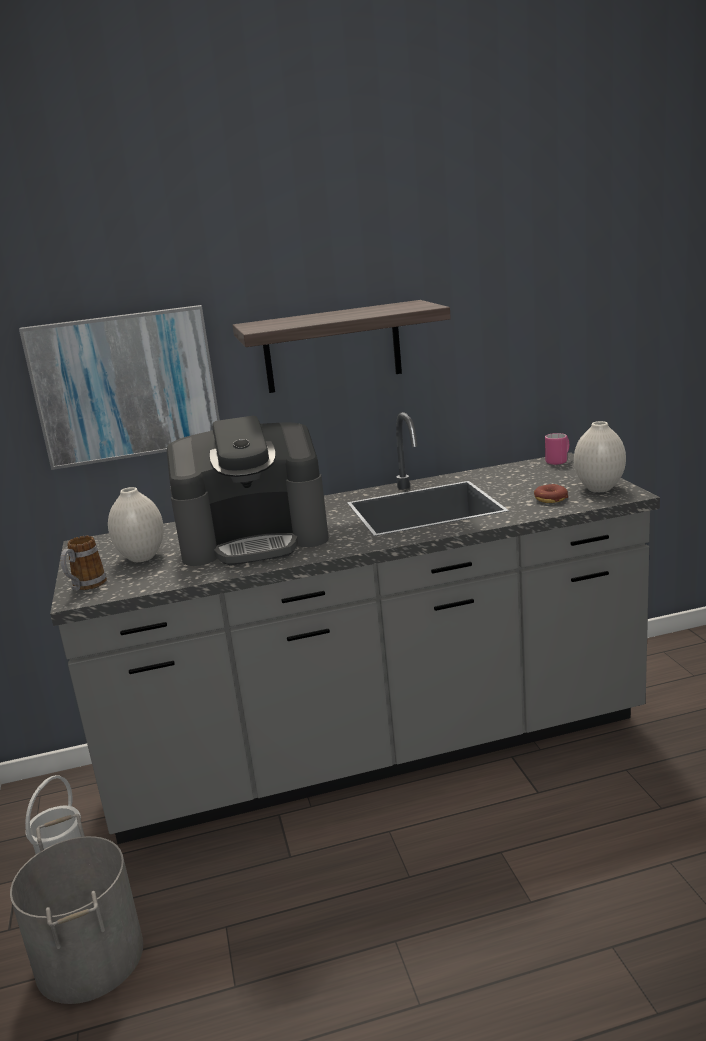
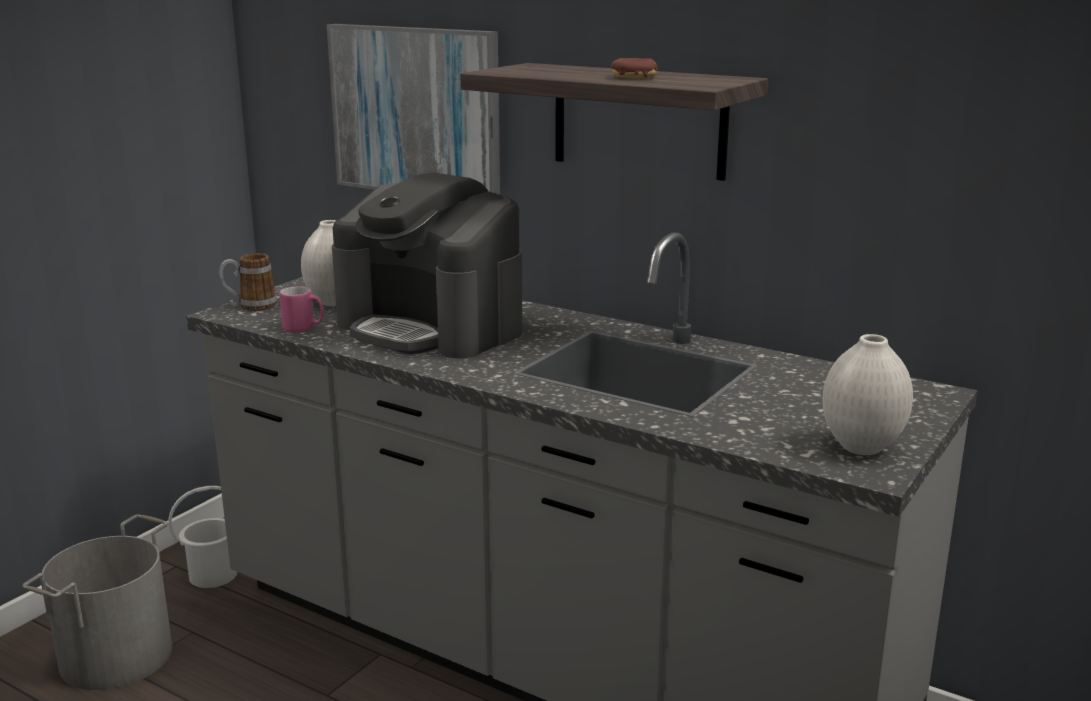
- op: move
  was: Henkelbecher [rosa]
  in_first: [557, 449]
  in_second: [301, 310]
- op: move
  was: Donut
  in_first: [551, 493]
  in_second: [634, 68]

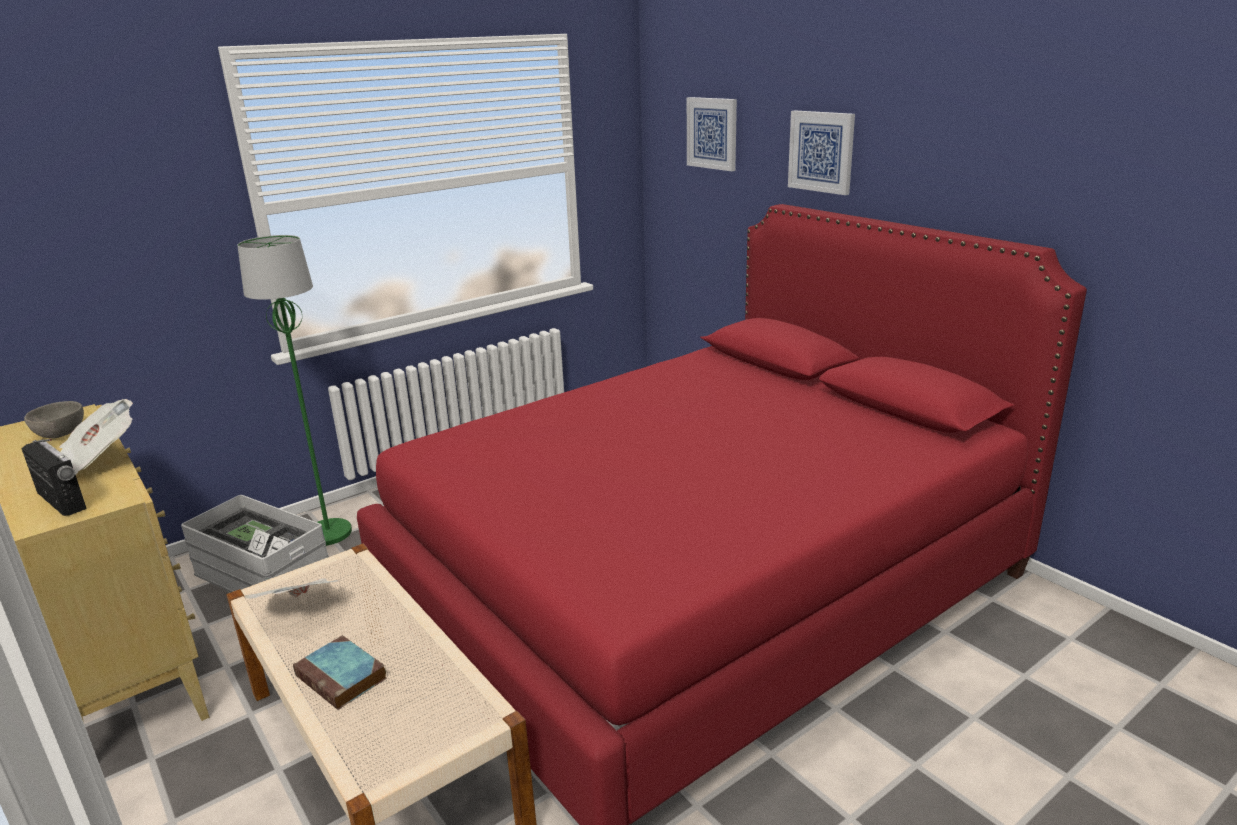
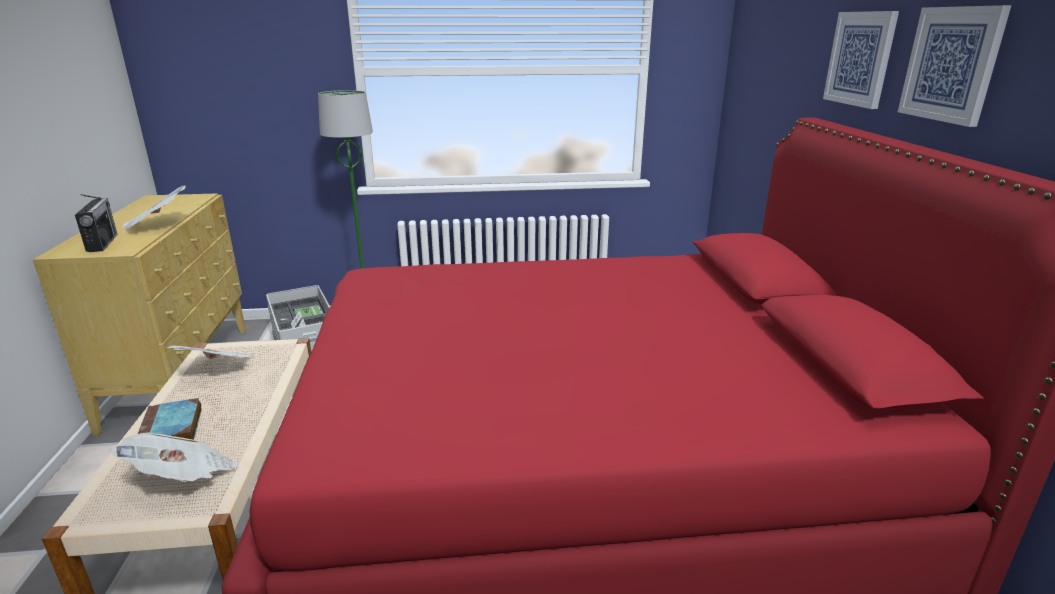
- op: insert
  now: Zeitung
  in_second: [174, 457]
- op: move
  was: Bild
  in_first: [712, 134]
  in_second: [955, 66]
- op: delete
  was: Schüssel [grau]
  in_first: [54, 420]

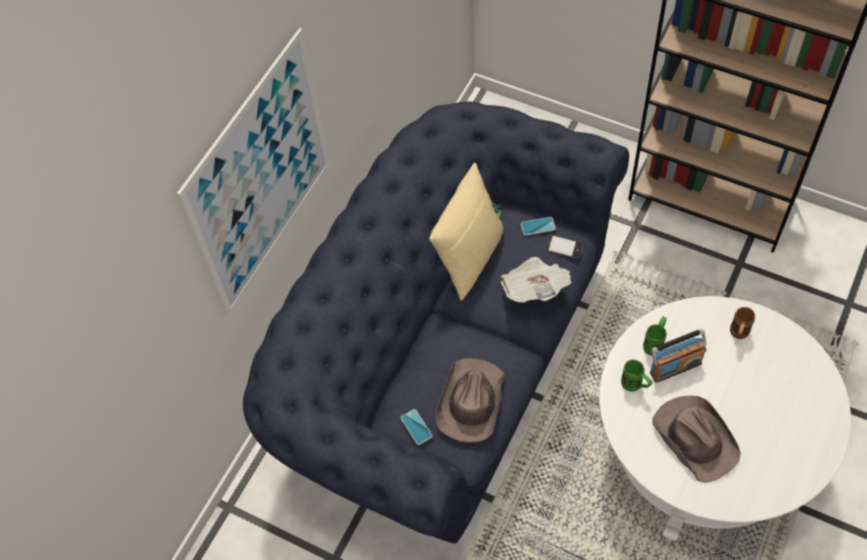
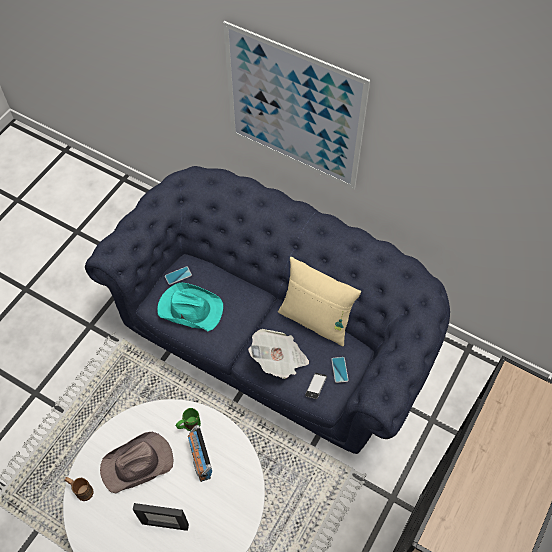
- op: move
  was: Henkelbecher [braun]
  in_first: [742, 323]
  in_second: [79, 489]
- op: insert
  now: Bilderrahmen
  in_second: [161, 517]
- op: recolor
  was: Hut [braun]
  now: Hut [türkis]
  in_first: [470, 400]
  in_second: [190, 307]
- op: delete
  was: Henkelbecher [grün]
  in_first: [655, 336]

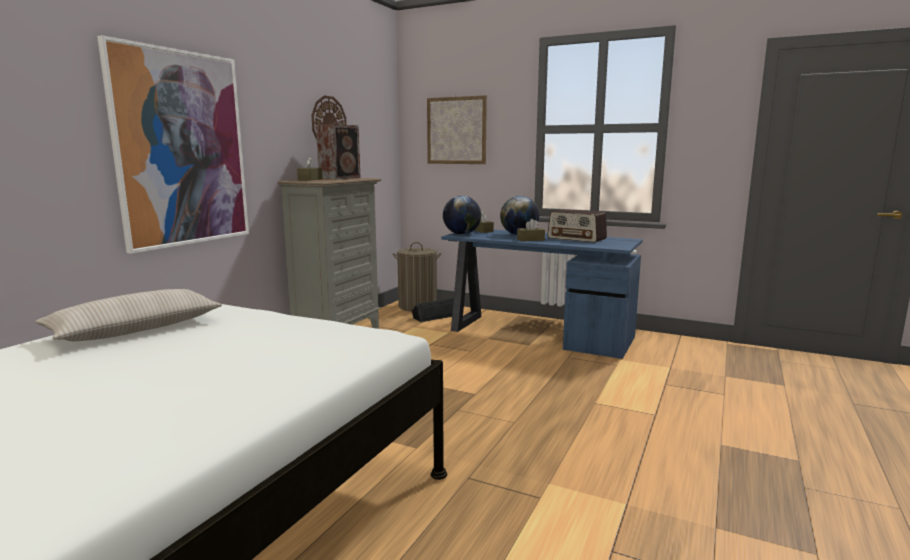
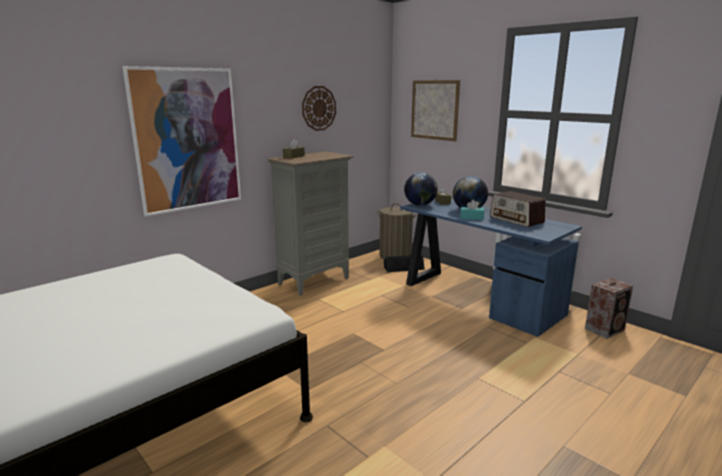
- op: recolor
  was: Taschentuchbox [braun]
  now: Taschentuchbox [türkis]
  in_first: [531, 230]
  in_second: [472, 210]
- op: move
  was: Lautsprecher
  in_first: [338, 150]
  in_second: [609, 308]
- op: delete
  was: Kissen [beige]
  in_first: [128, 315]

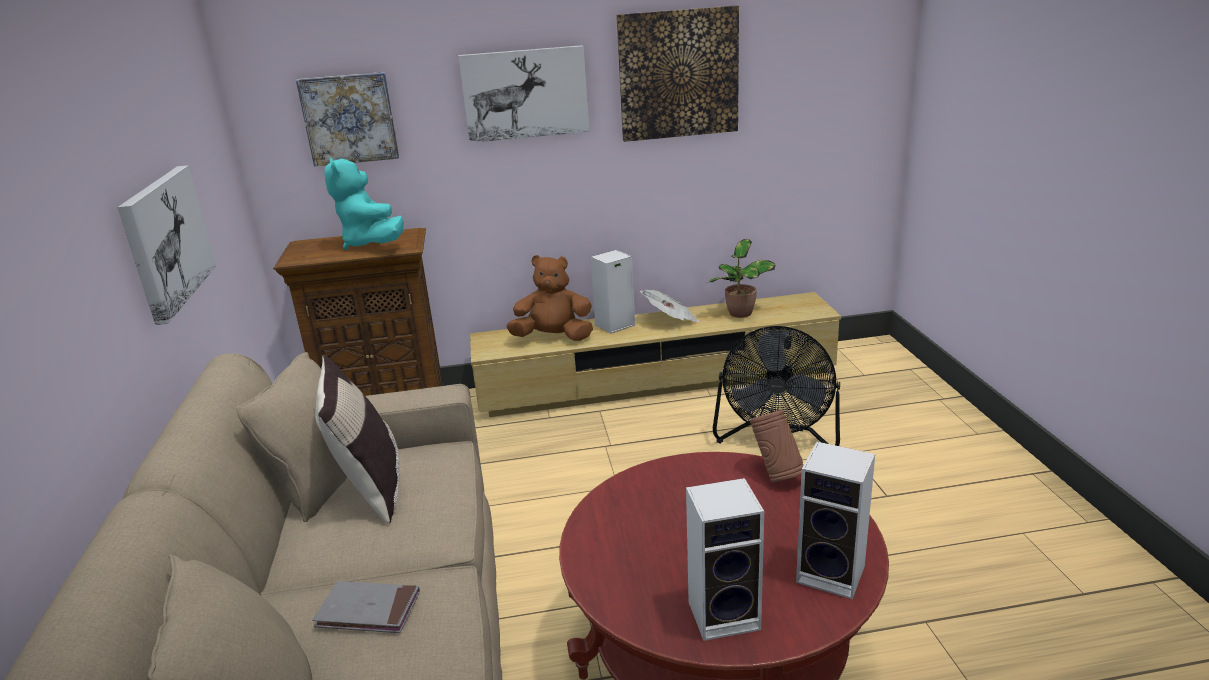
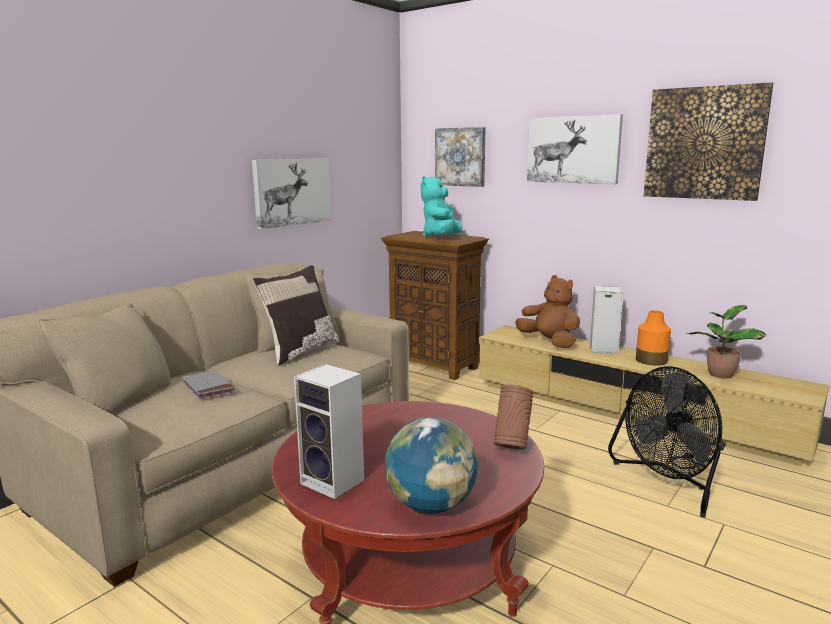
- op: replace
  was: Lautsprecher
  now: Globus
  in_first: [835, 520]
  in_second: [431, 465]
- op: replace
  was: Zeitung
  now: Vase [orange]
  in_first: [670, 306]
  in_second: [653, 338]

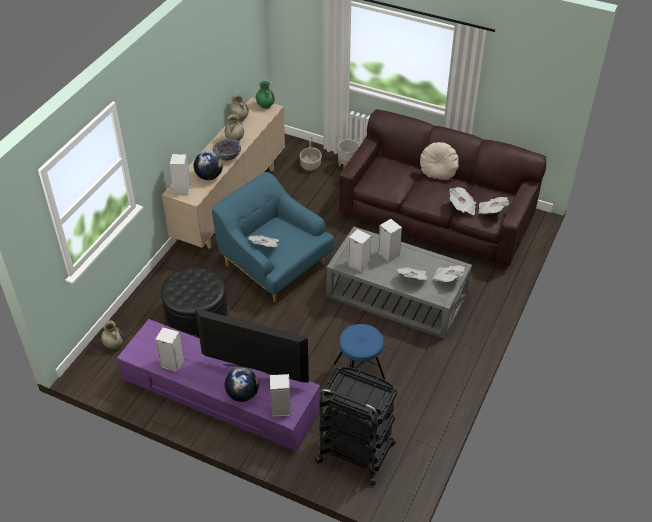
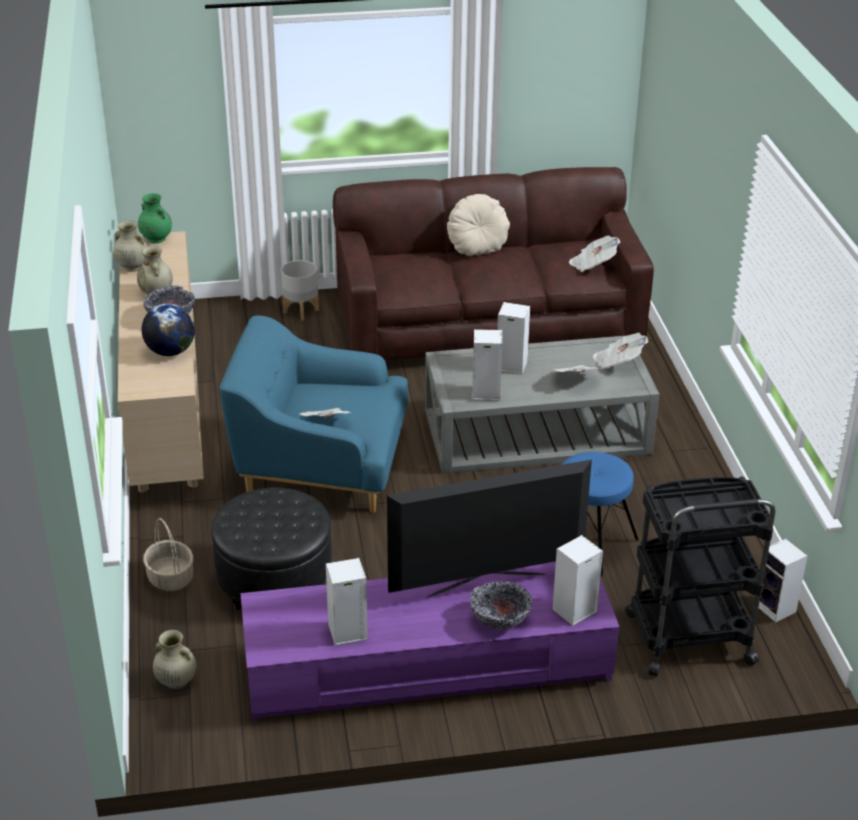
- op: move
  was: Korb
  in_first: [311, 154]
  in_second: [168, 554]
- op: replace
  was: Globus
  now: Schüssel
  in_first: [242, 384]
  in_second: [501, 605]
- op: move
  was: Lautsprecher
  in_first: [180, 174]
  in_second: [783, 581]
- op: delete
  was: Zeitung
  in_first: [462, 201]

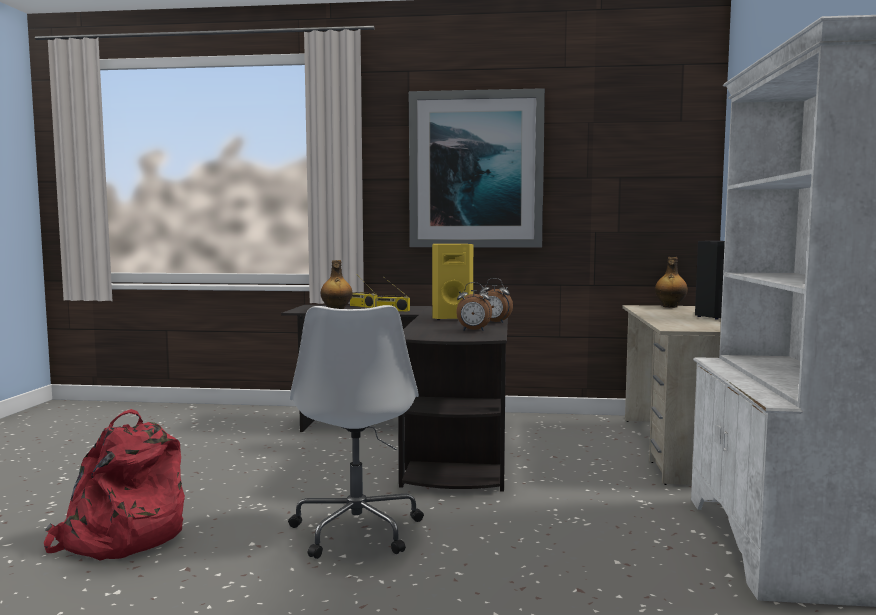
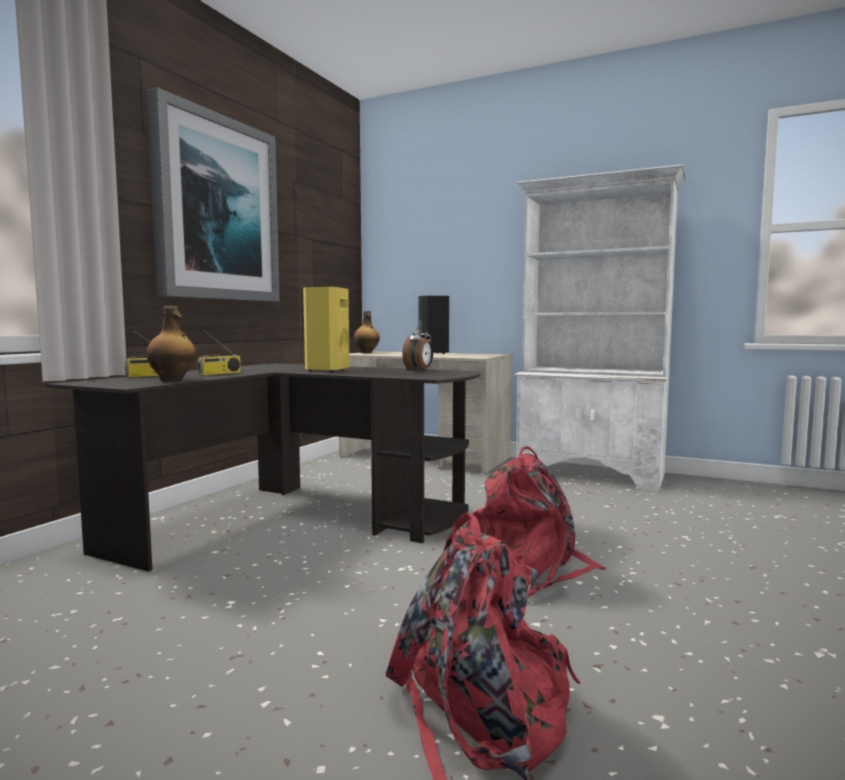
- op: replace
  was: Bürostuhl [weiß]
  now: Rucksack [rot]
  in_first: [356, 432]
  in_second: [536, 522]
- op: delete
  was: Wecker
  in_first: [496, 300]

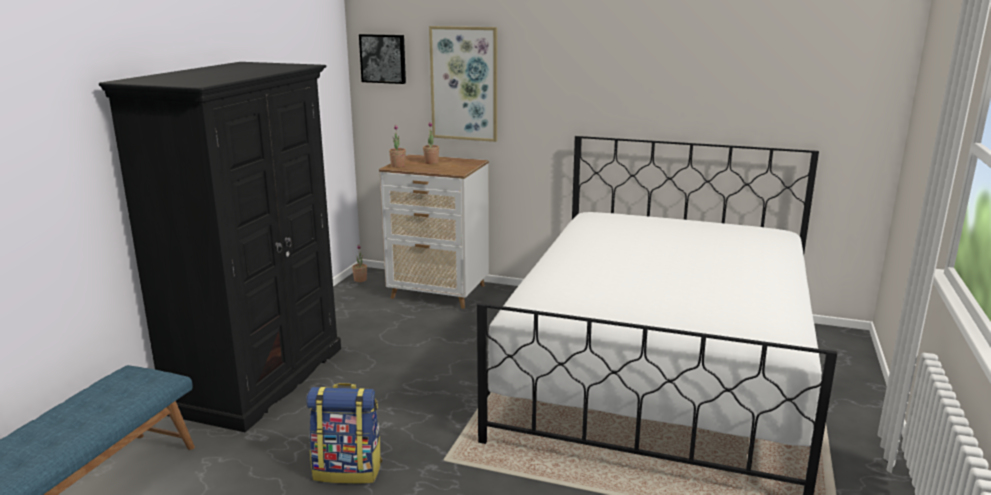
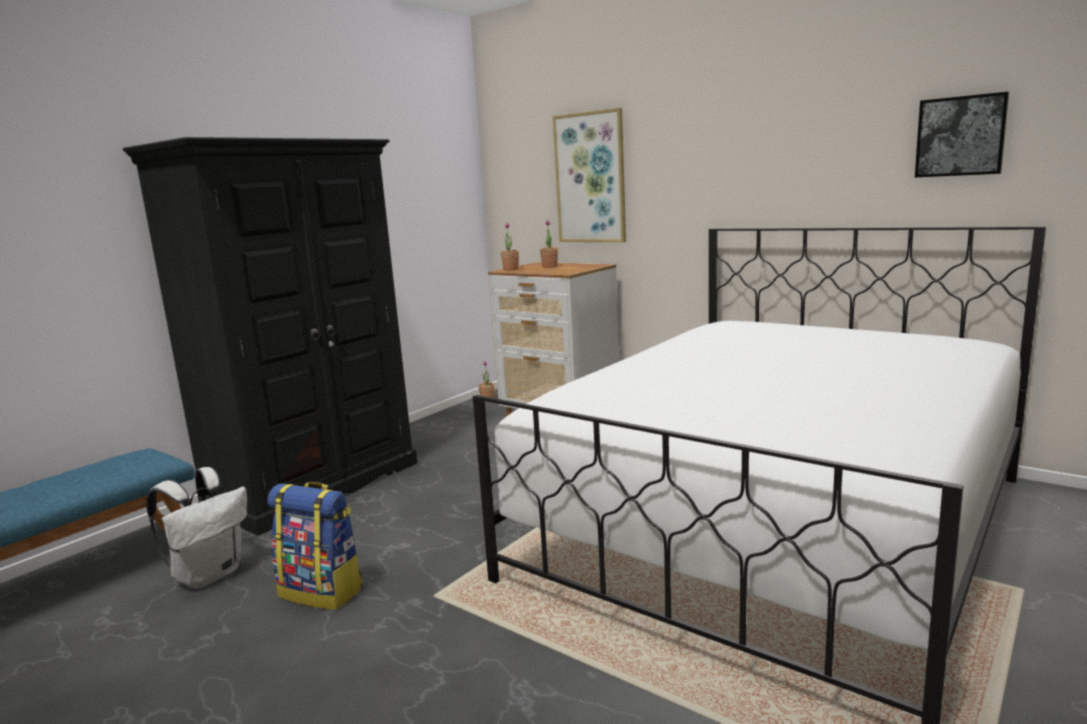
- op: insert
  now: Rucksack [weiß]
  in_second: [196, 528]
- op: move
  was: Bild
  in_first: [382, 59]
  in_second: [962, 134]

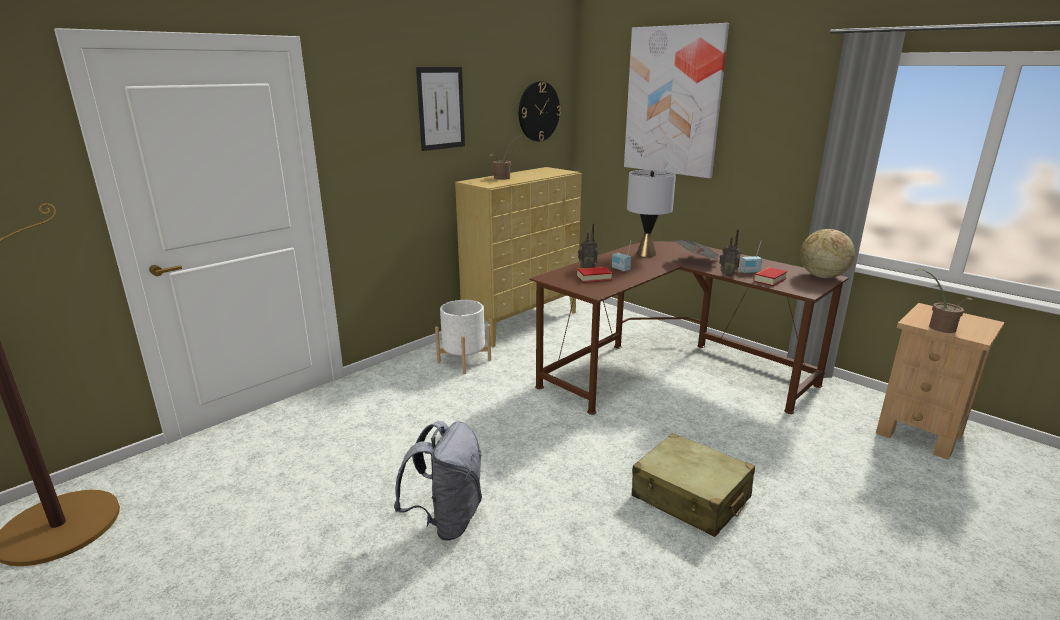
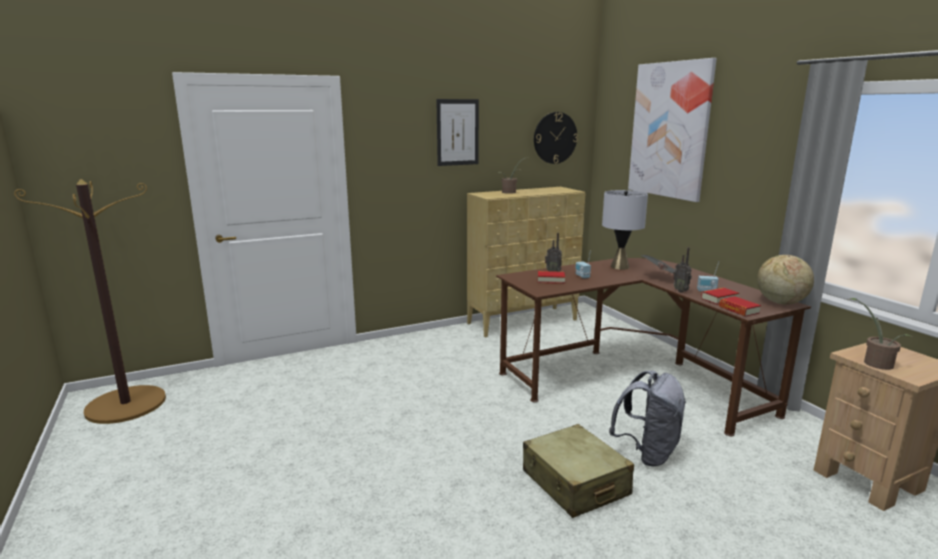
- op: move
  was: Rucksack [grau]
  in_first: [438, 481]
  in_second: [647, 418]
- op: insert
  now: Buch
  in_second: [740, 306]
- op: delete
  was: Pflanzkübel [weiß]
  in_first: [463, 337]

